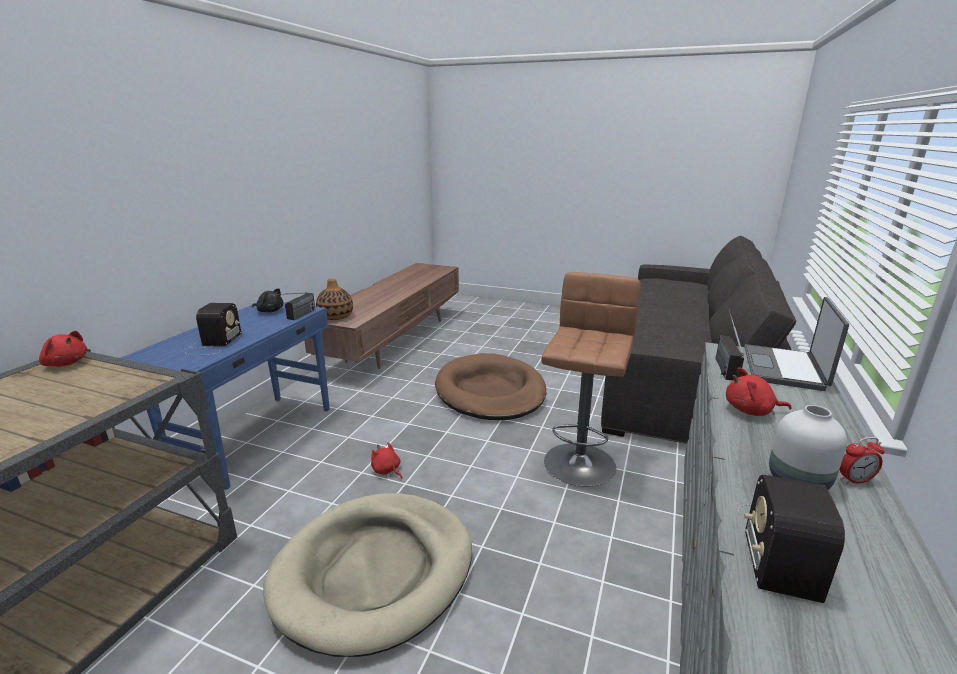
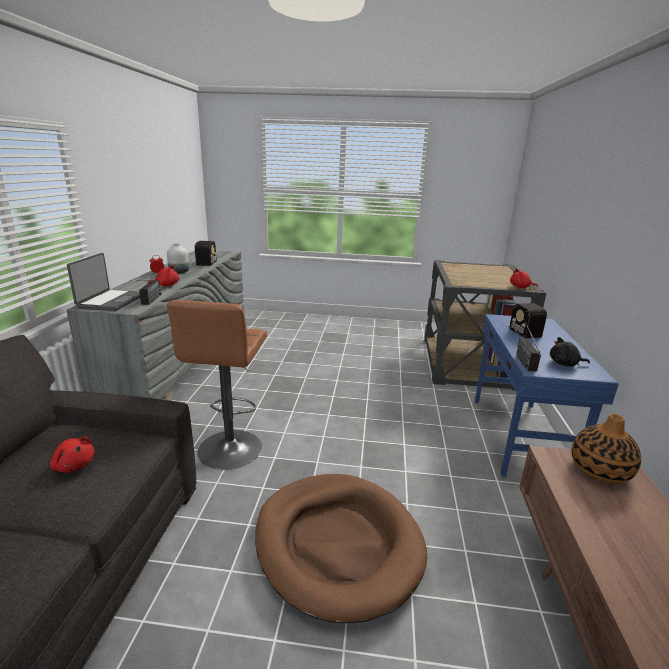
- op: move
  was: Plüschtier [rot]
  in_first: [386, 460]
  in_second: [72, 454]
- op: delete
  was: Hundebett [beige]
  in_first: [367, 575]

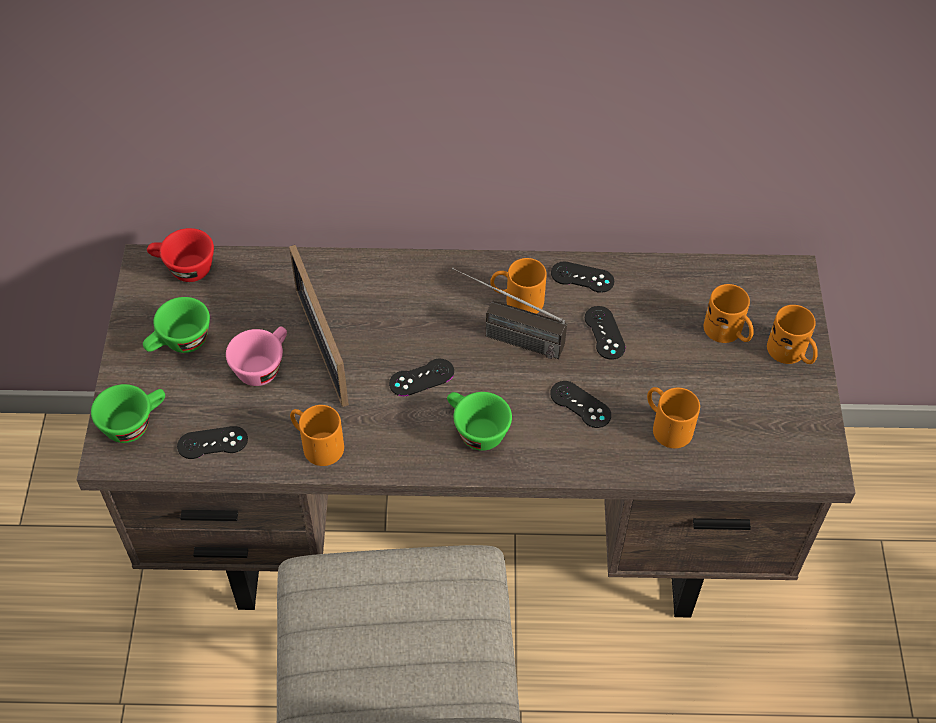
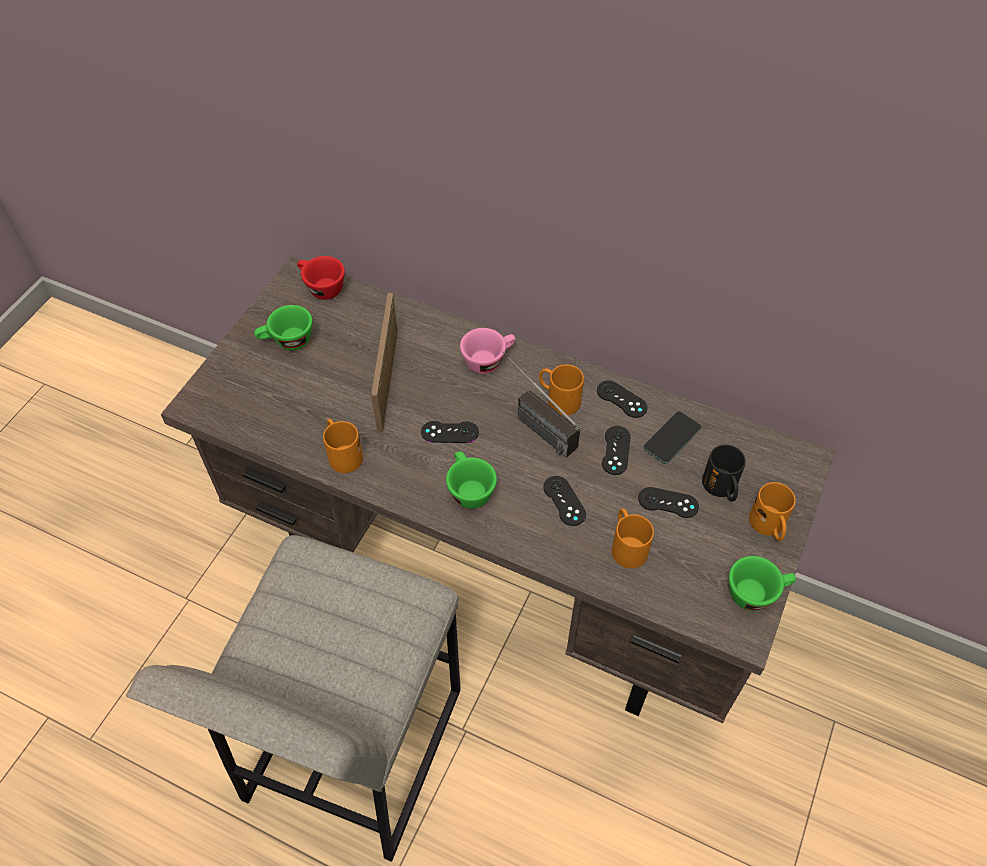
- op: move
  was: Tasse [rosa]
  in_first: [256, 356]
  in_second: [488, 351]
- op: move
  was: Gamepad [schwarz]
  in_first: [212, 442]
  in_second: [668, 502]
- op: insert
  now: Handy
  in_second: [672, 437]
- op: recolor
  was: Henkelbecher [orange]
  now: Henkelbecher [schwarz]
  in_first: [728, 313]
  in_second: [724, 473]
- op: move
  was: Tasse [grün]
  in_first: [128, 413]
  in_second: [762, 583]

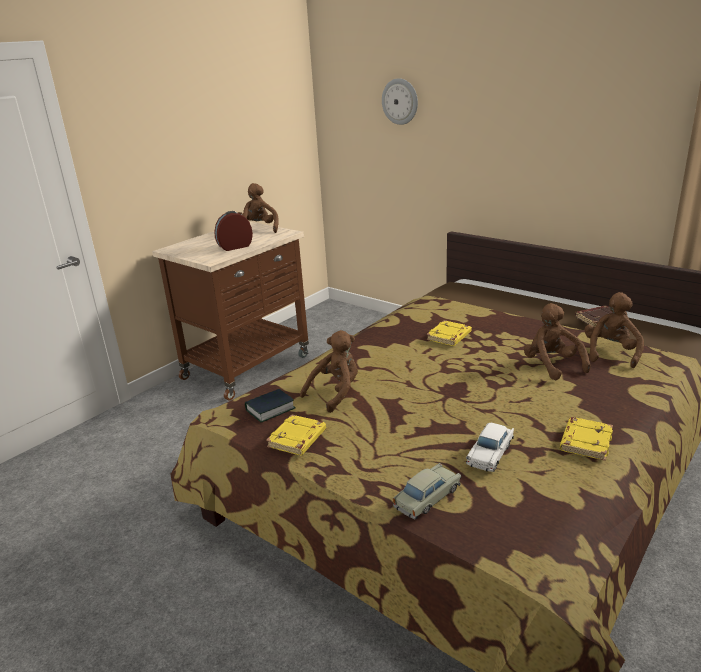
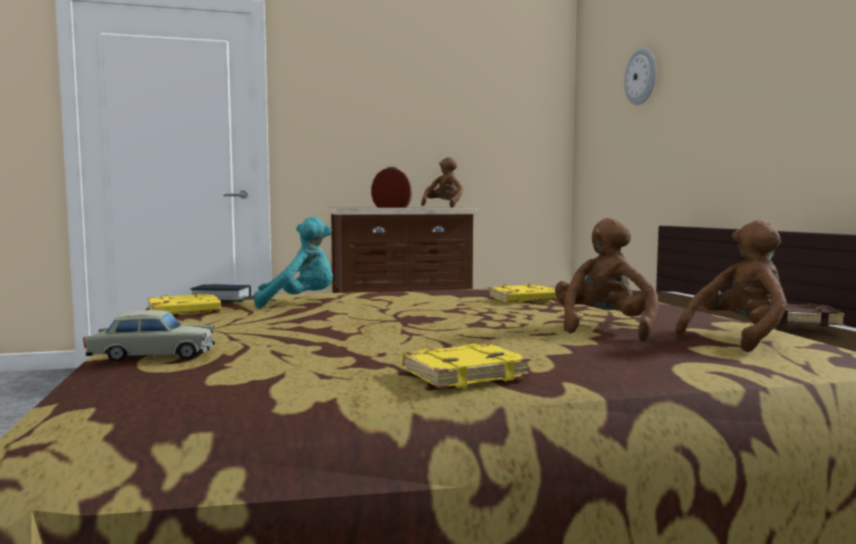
- op: recolor
  was: Plüschtier [braun]
  now: Plüschtier [türkis]
  in_first: [329, 371]
  in_second: [293, 262]
- op: delete
  was: Spielzeugauto [weiß]
  in_first: [490, 447]

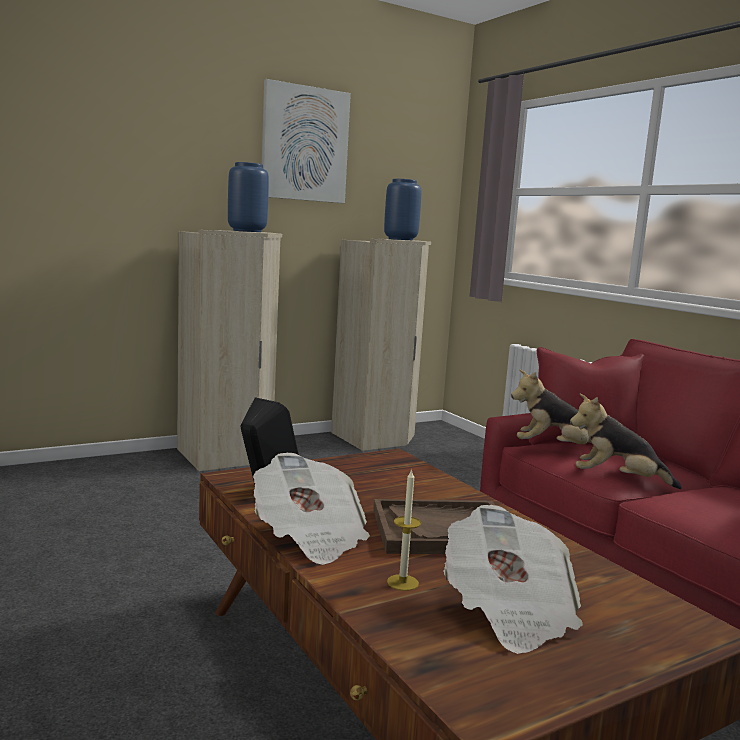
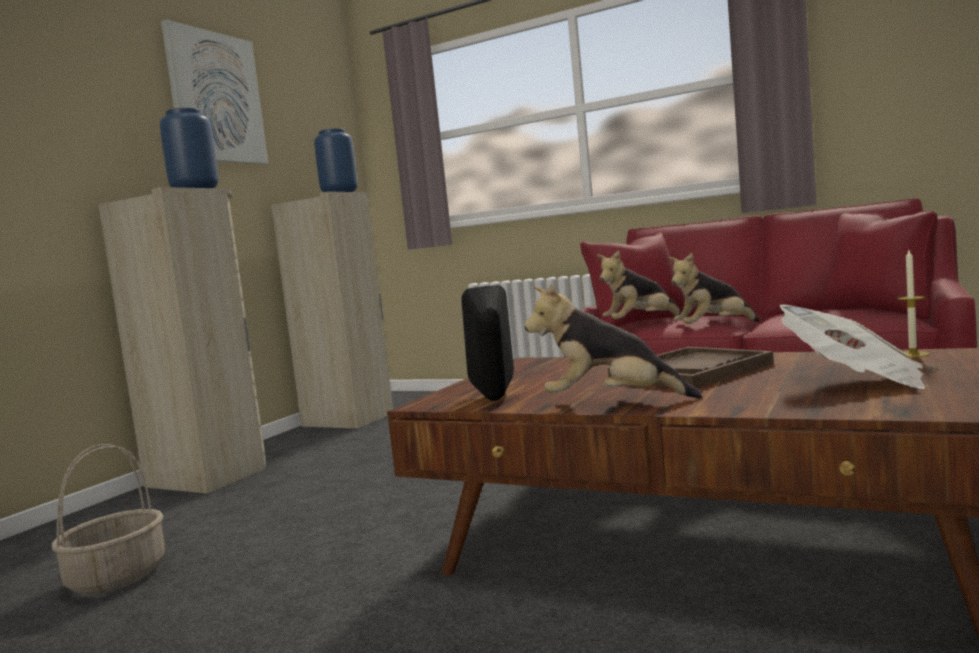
- op: insert
  now: Korb
  in_second: [108, 519]
- op: replace
  was: Zeitung
  now: Plüschtier
  in_first: [311, 509]
  in_second: [613, 340]
- op: move
  was: Kerze
  in_first: [404, 530]
  in_second: [913, 303]

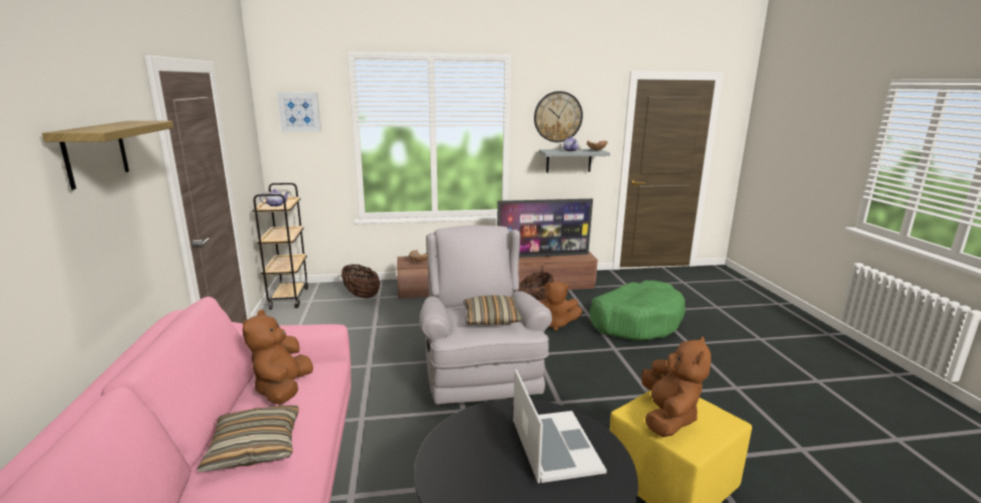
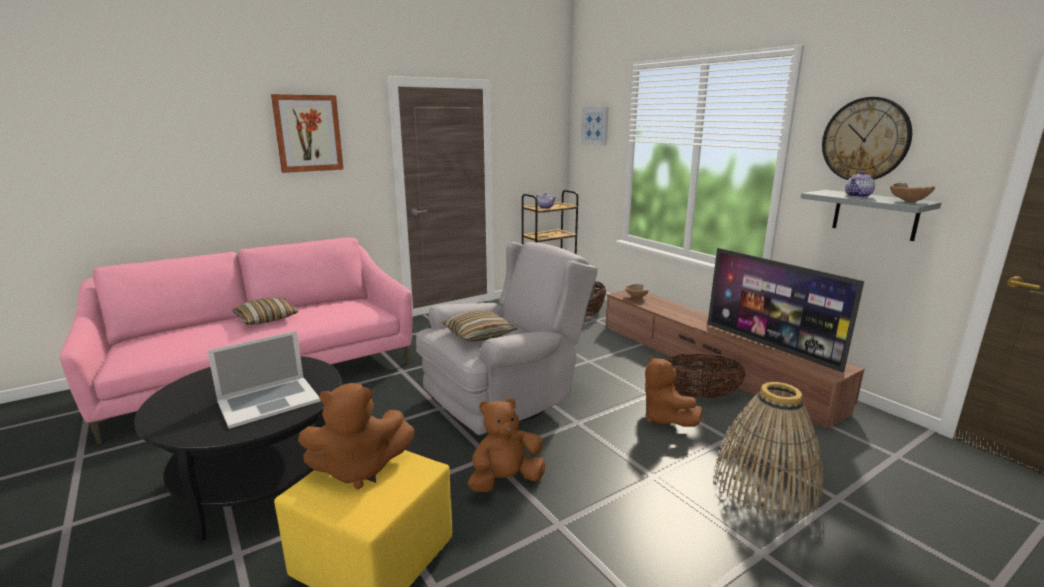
- op: replace
  was: Wandregal
  now: Bild
  in_first: [108, 155]
  in_second: [307, 133]
- op: move
  was: Plüschtier [braun]
  in_first: [277, 357]
  in_second: [506, 445]
- op: replace
  was: Hundebett [grün]
  now: Korb
  in_first: [638, 310]
  in_second: [768, 450]

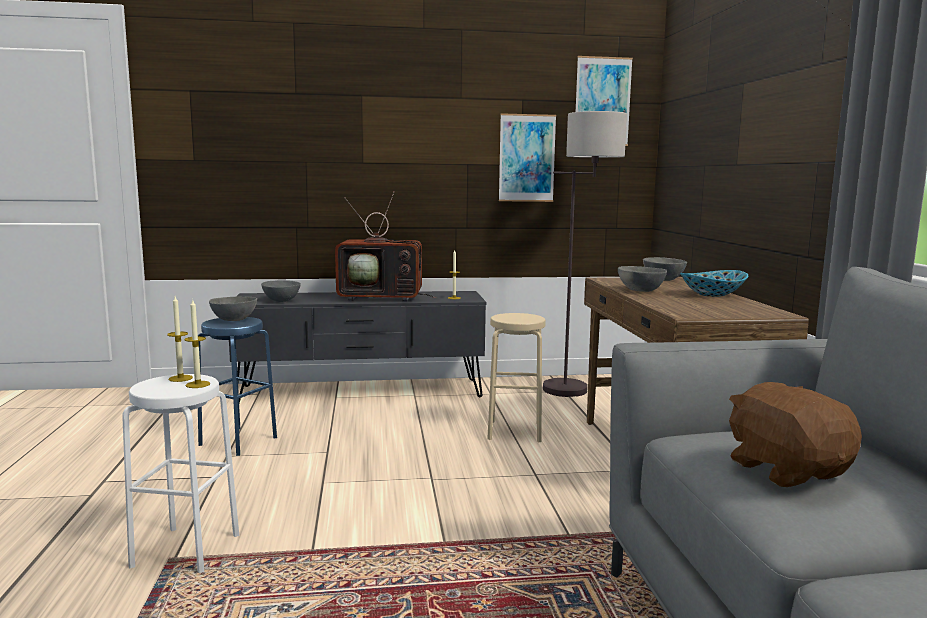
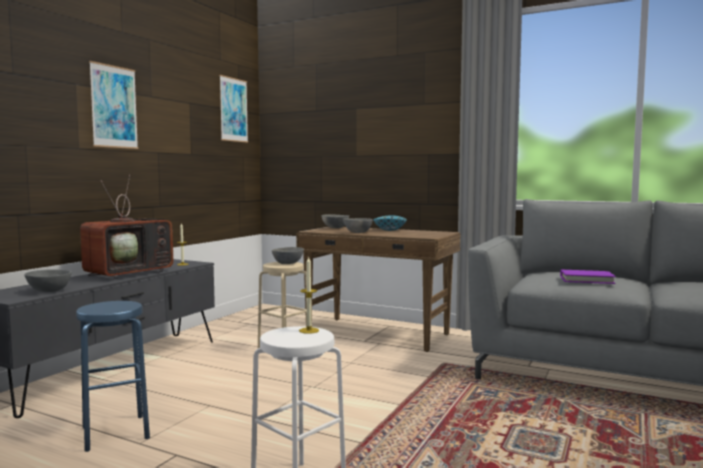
- op: move
  was: Bild
  in_first: [527, 157]
  in_second: [113, 105]
- op: move
  was: Schüssel [grau]
  in_first: [233, 309]
  in_second: [288, 255]
- op: replace
  was: Plüschtier [braun]
  now: Buch [lila]
  in_first: [795, 434]
  in_second: [588, 277]
- op: delete
  was: Kerze
  in_first: [180, 339]
- op: delete
  was: Stehlampe [grau]
  in_first: [585, 254]

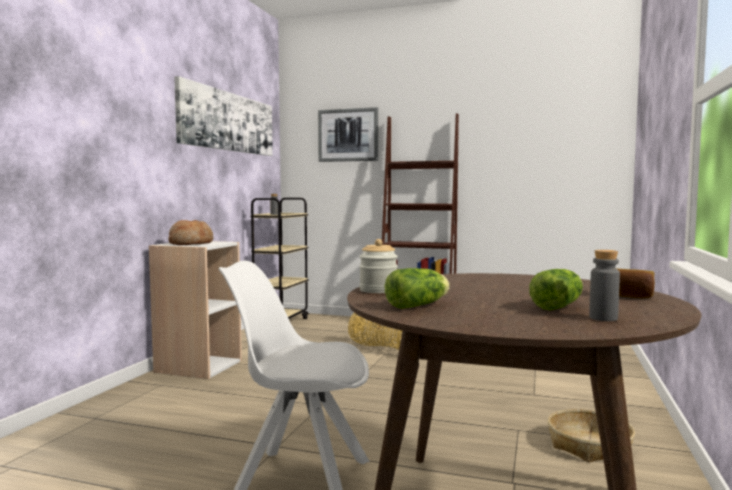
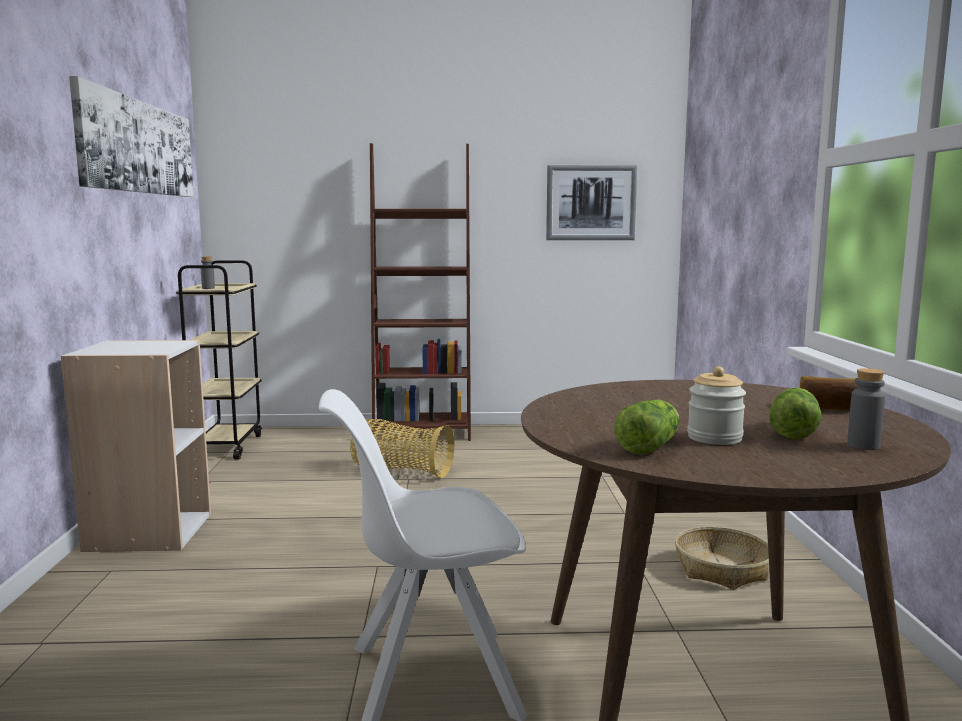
- op: move
  was: Bild
  in_first: [348, 134]
  in_second: [591, 202]
- op: move
  was: Vorratsglas
  in_first: [378, 266]
  in_second: [716, 405]
- op: delete
  was: Brot
  in_first: [190, 232]

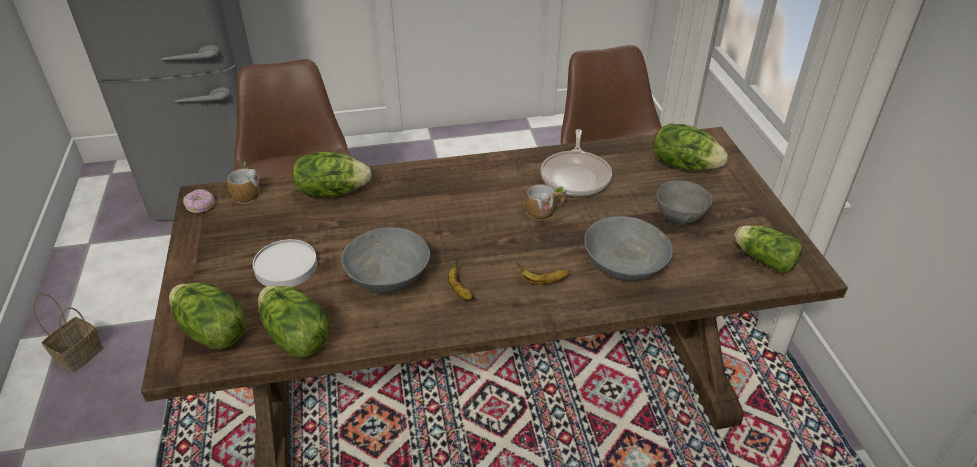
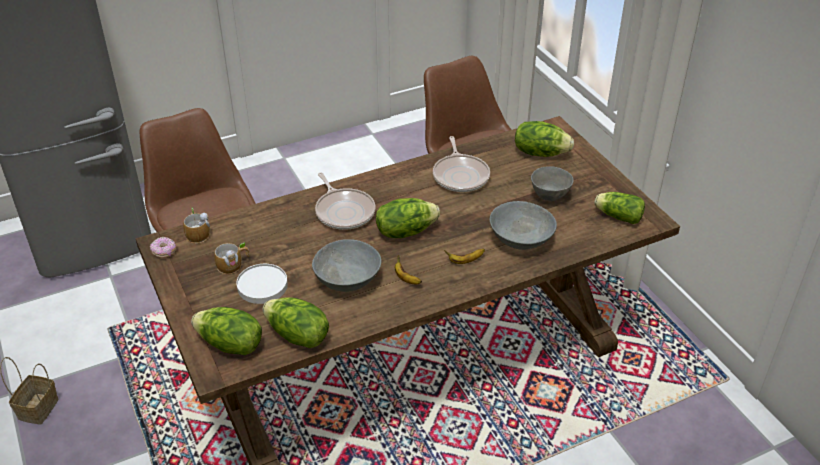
- op: move
  was: Henkelbecher
  in_first: [545, 202]
  in_second: [231, 258]
- op: insert
  now: Pfanne
  in_second: [345, 201]
- op: move
  was: Salatkopf
  in_first: [332, 174]
  in_second: [408, 218]

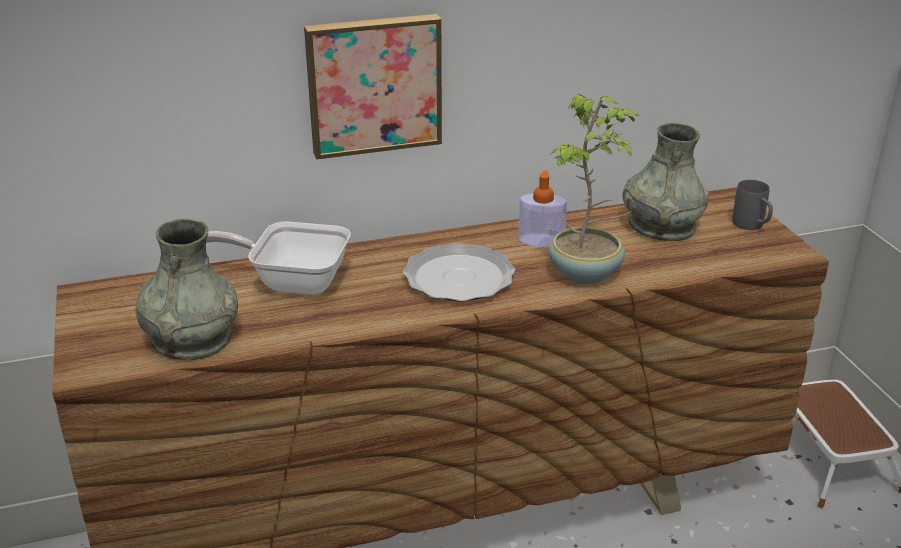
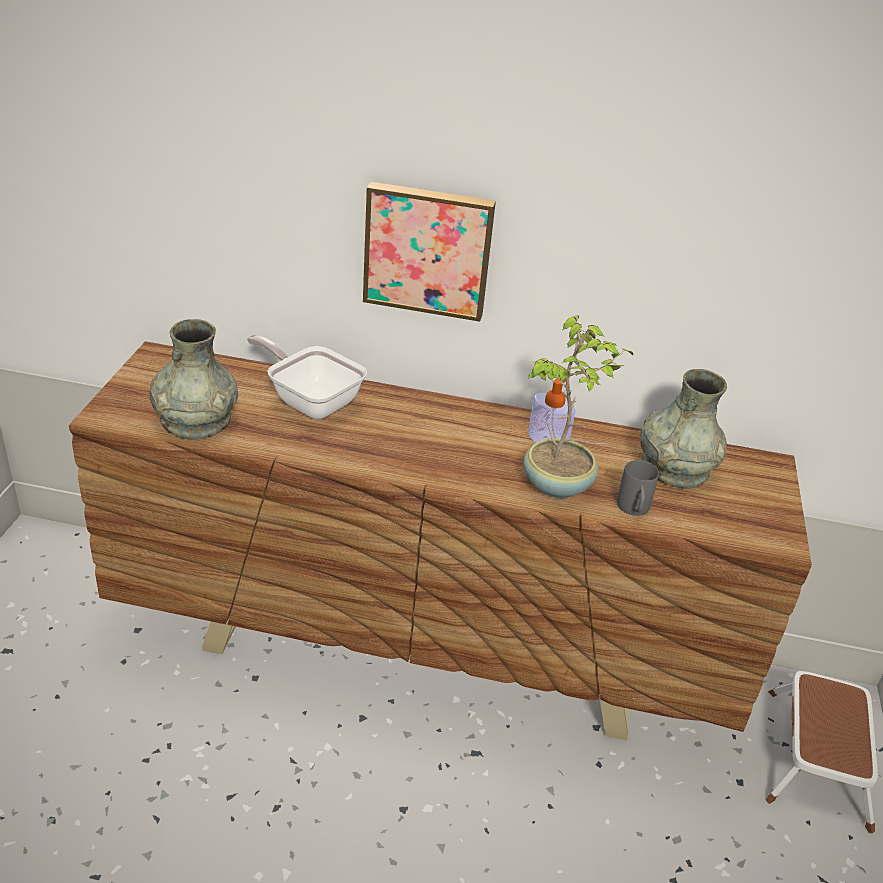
- op: move
  was: Henkelbecher [grau]
  in_first: [752, 205]
  in_second: [638, 488]
- op: delete
  was: Teller
  in_first: [459, 272]

